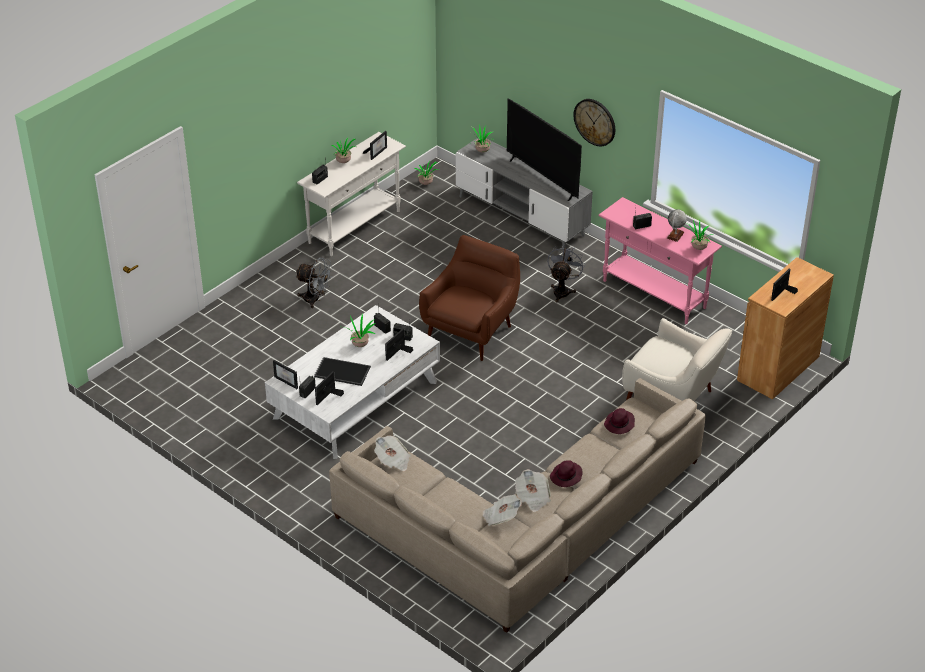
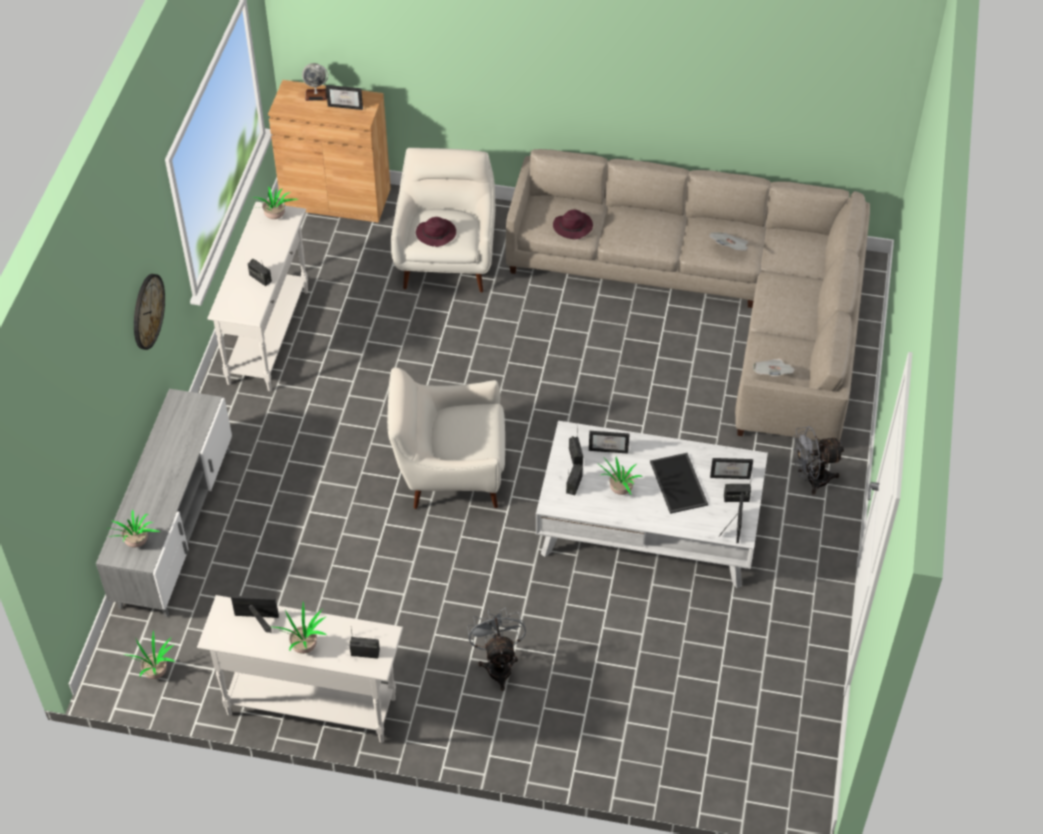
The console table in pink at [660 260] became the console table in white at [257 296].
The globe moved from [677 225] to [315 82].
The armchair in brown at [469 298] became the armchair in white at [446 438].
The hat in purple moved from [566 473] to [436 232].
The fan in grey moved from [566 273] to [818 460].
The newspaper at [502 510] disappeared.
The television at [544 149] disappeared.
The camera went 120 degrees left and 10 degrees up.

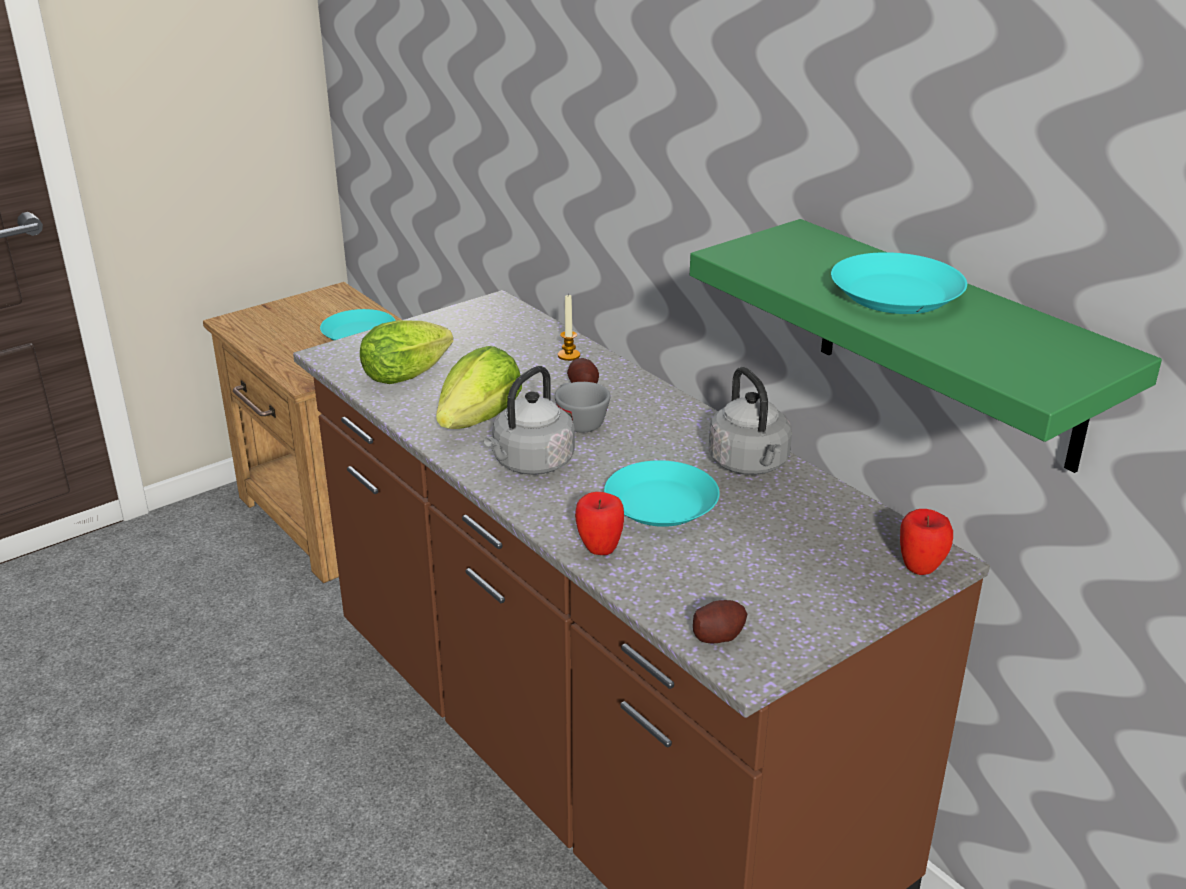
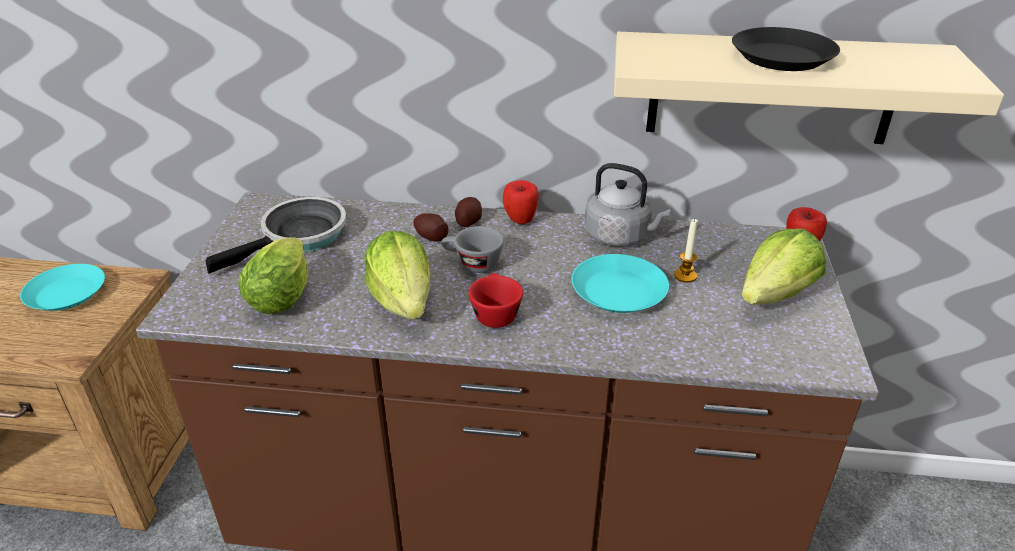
The frying pan at [276 235] appeared.
The potato moved from [720 621] to [468 212].
The kettle in grey at [529 420] was replaced by the cup in red at [495 300].
The apple moved from [599 523] to [521 202].
The shelf in green at [926 346] became the shelf in beige at [809 88].
The candle moved from [569 328] to [686 251].
The plate in turquoise at [899 283] became the plate in black at [786 49].
The lettuce at [783 267] appeared.
The camera went 45 degrees left and 5 degrees up.

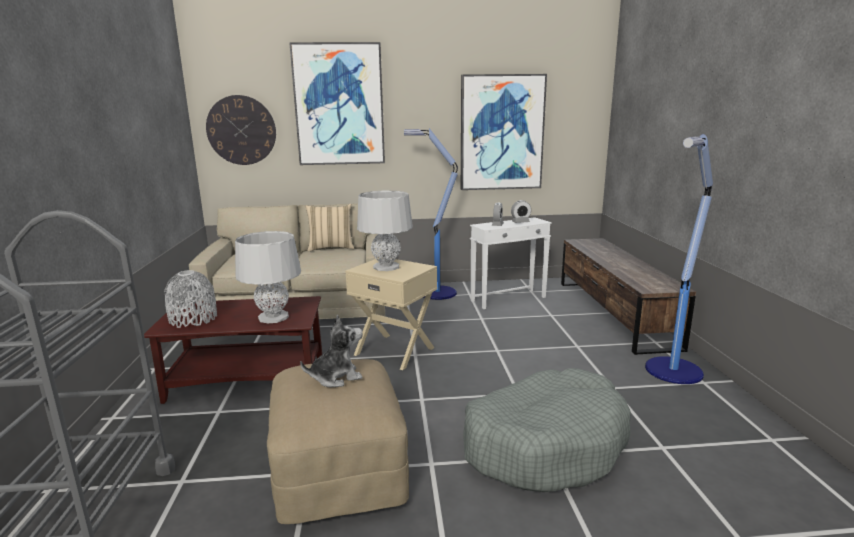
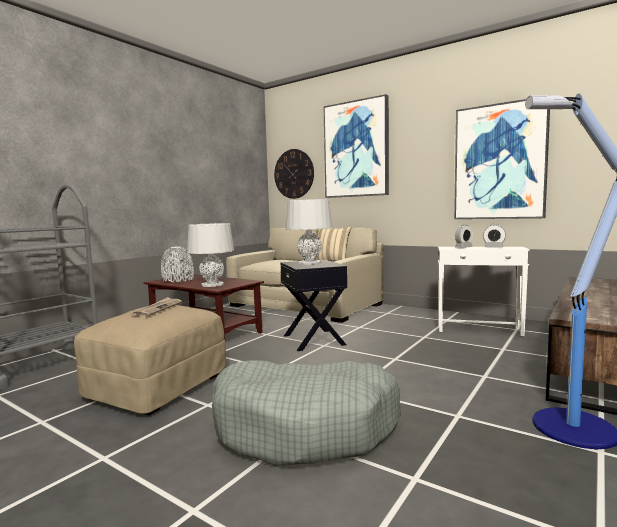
The plush toy at [331 351] was replaced by the newspaper at [157 307].
The side table in beige at [391 314] became the side table in black at [313 305].
The floor lamp at [431 214] disappeared.
The camera went 40 degrees right and 10 degrees down.

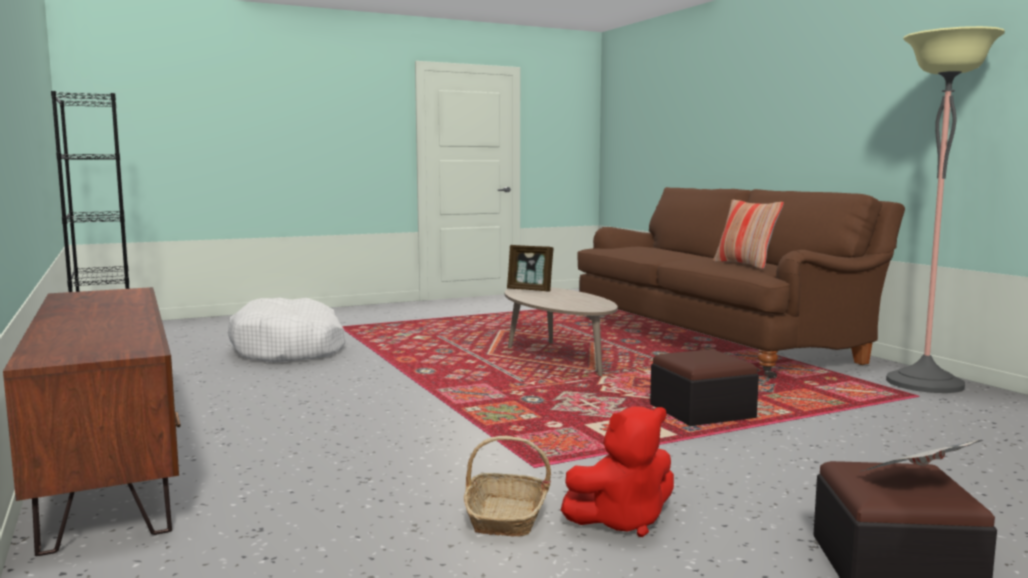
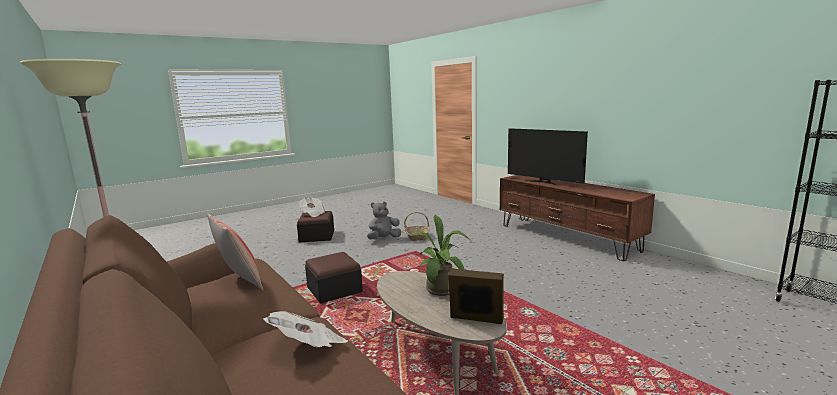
The newspaper at [305 329] appeared.
The plush toy in red at [617 471] became the plush toy in grey at [384 220].
The potted plant at [439 255] appeared.
The television at [548 156] appeared.
The dog bed in white at [287 330] disappeared.
The camera went 170 degrees right and 5 degrees up.

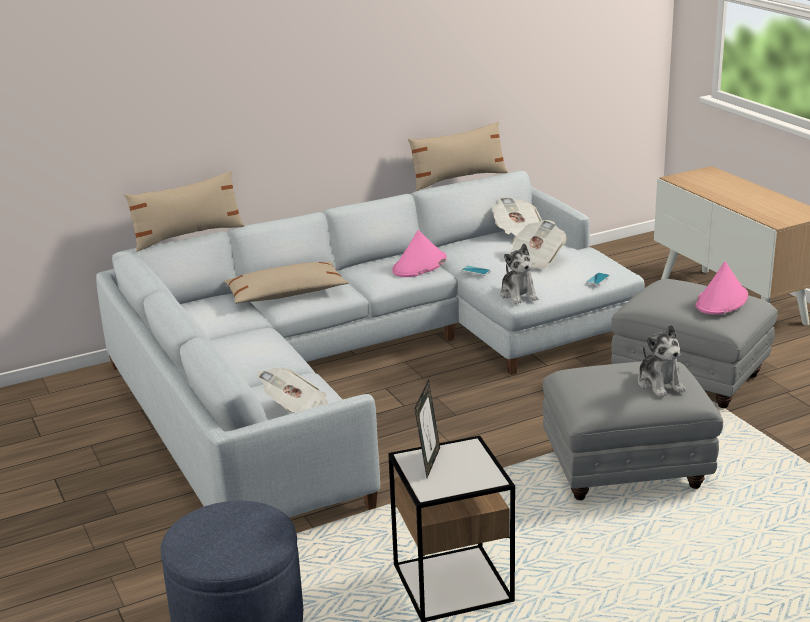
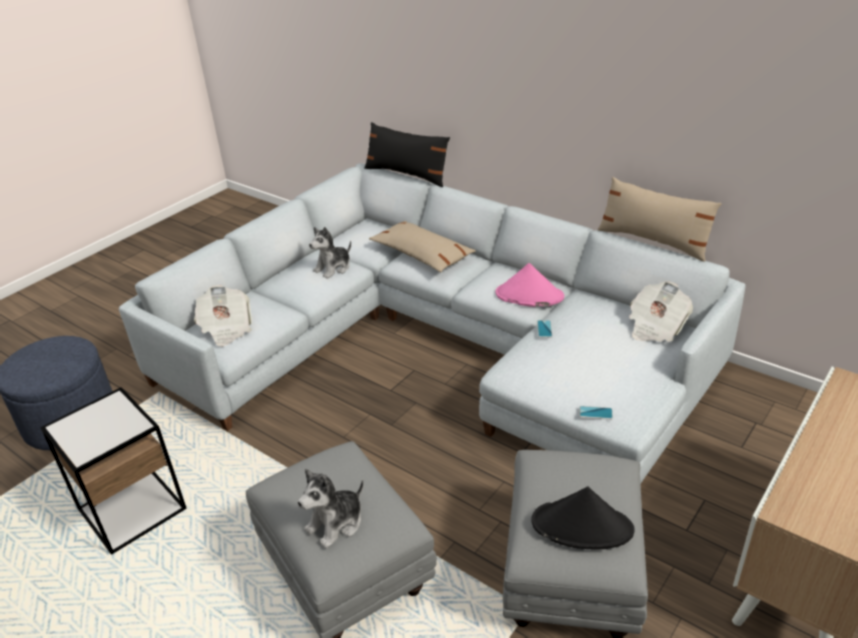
The plush toy moved from [519 274] to [330 253].
The pillow in beige at [184 211] became the pillow in black at [407 154].
The hat in pink at [721 288] became the hat in black at [582 518].
The picture frame at [427 428] disappeared.
The newspaper at [538 244] disappeared.
The camera went 65 degrees right and 10 degrees up.

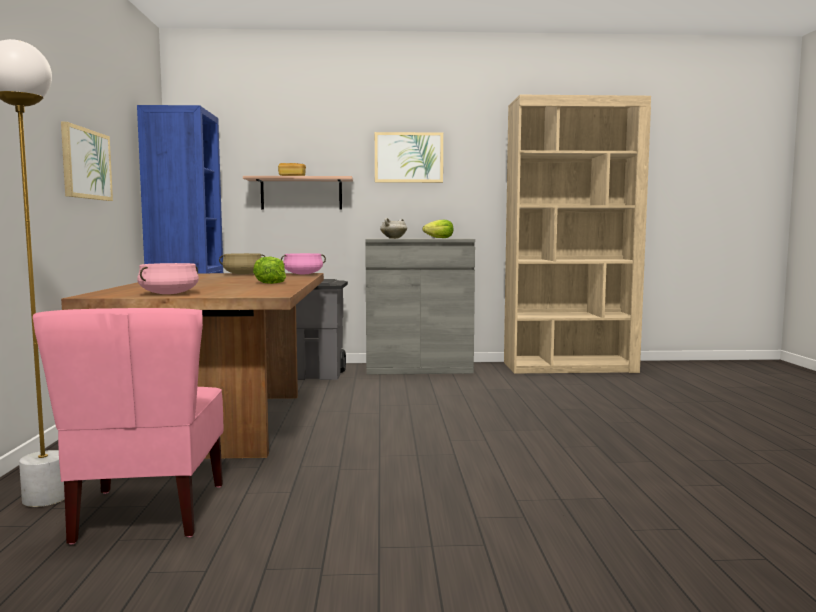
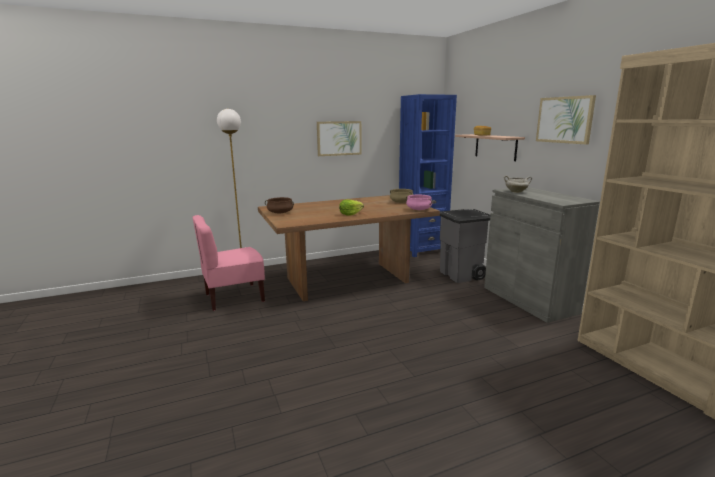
The cooking pot in pink at [168 278] became the cooking pot in brown at [279 205].
The lettuce at [438 229] disappeared.
The camera went 70 degrees right and 10 degrees up.

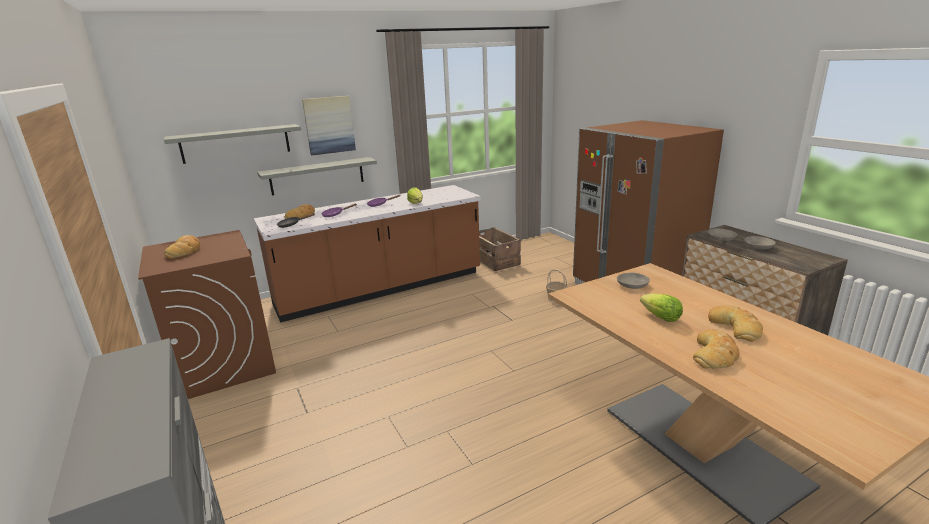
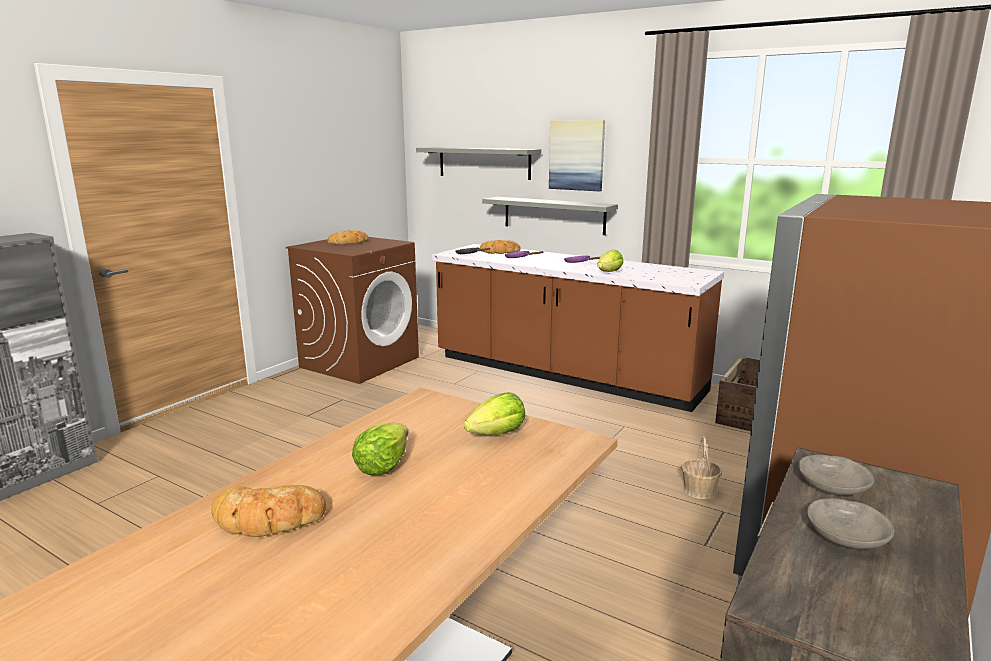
The bowl in grey at [633 280] was replaced by the lettuce at [494 413].
The bread at [735 323] disappeared.
The camera went 60 degrees right and 5 degrees down.

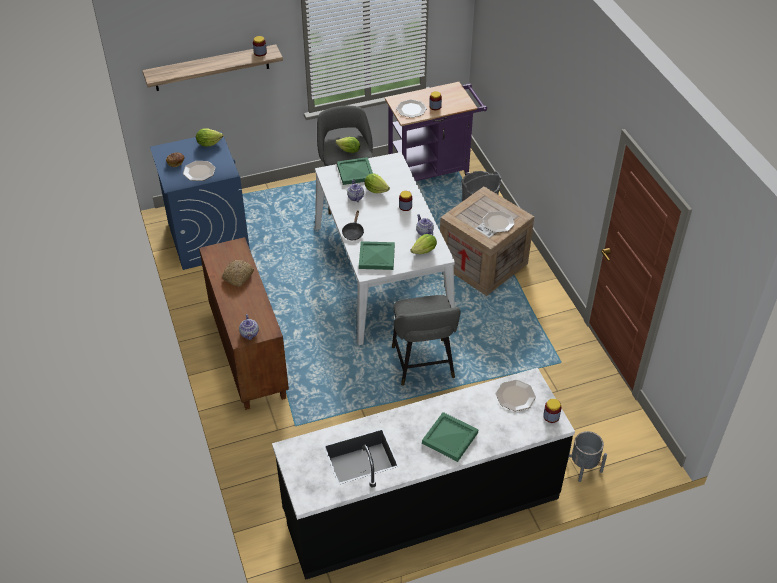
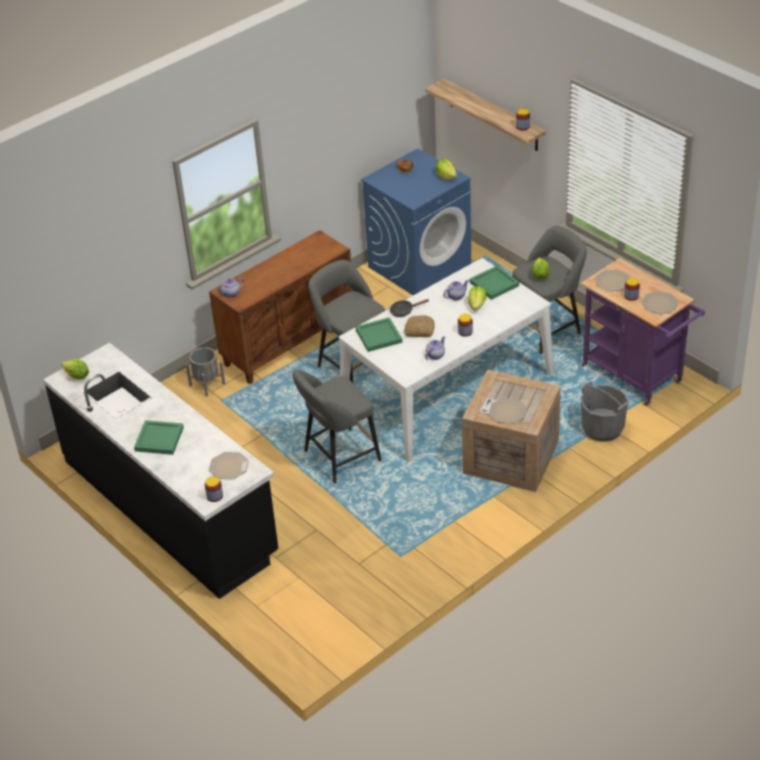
The lettuce moved from [423 244] to [75 369].
The planter in grey moved from [587 456] to [205 372].
The stool in grey at [346 321] appeared.
The bread moved from [238 273] to [419 326].
The plate moved from [199 171] to [660 302].
The camera went 70 degrees right and 5 degrees down.

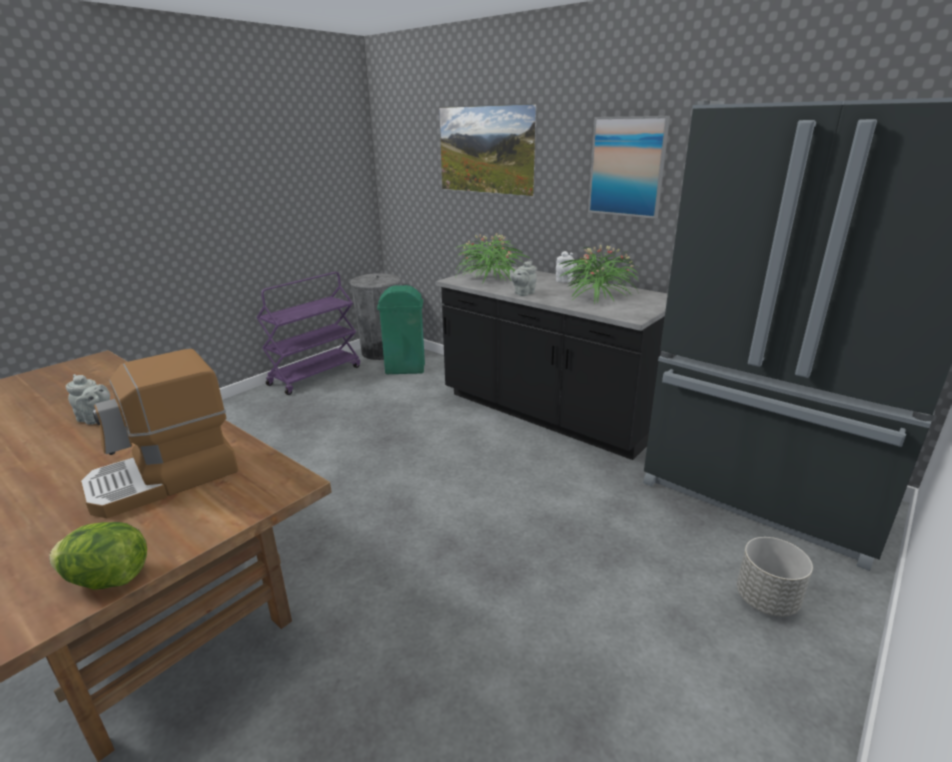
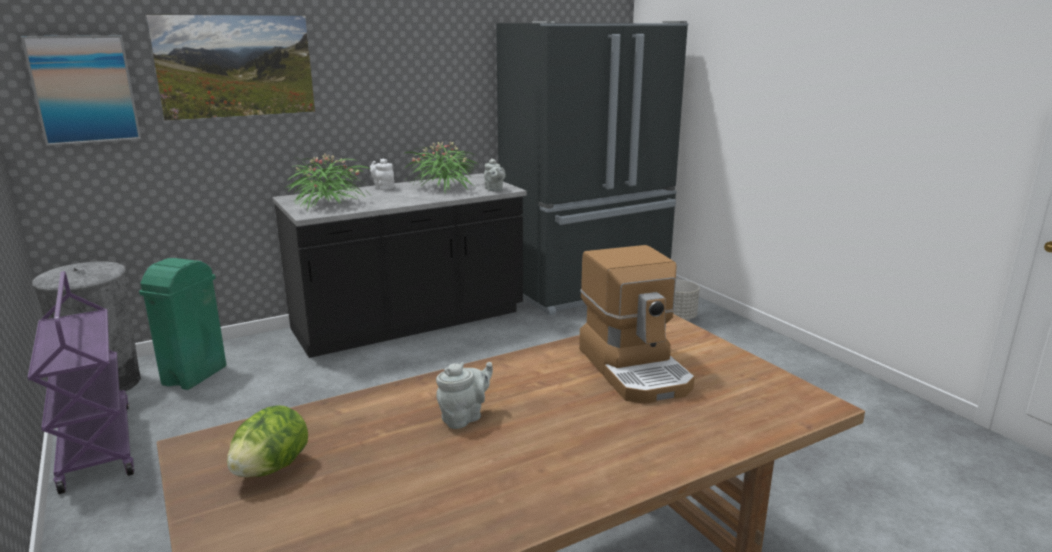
The picture moved from [629 167] to [81 90].
The lettuce moved from [98 556] to [267 441].
The teapot in grey moved from [523 278] to [495 175].
The camera went 70 degrees left and 5 degrees down.

